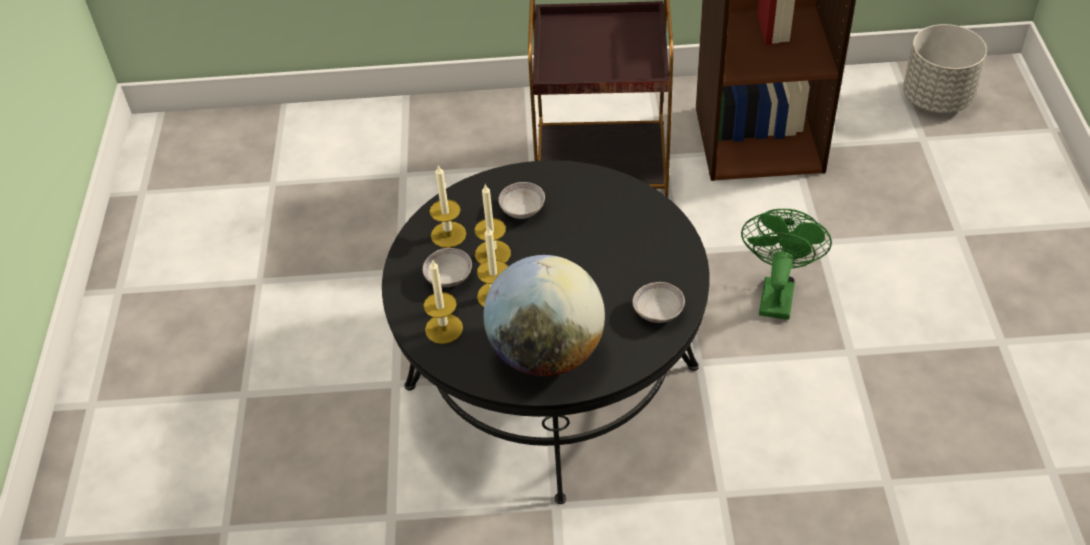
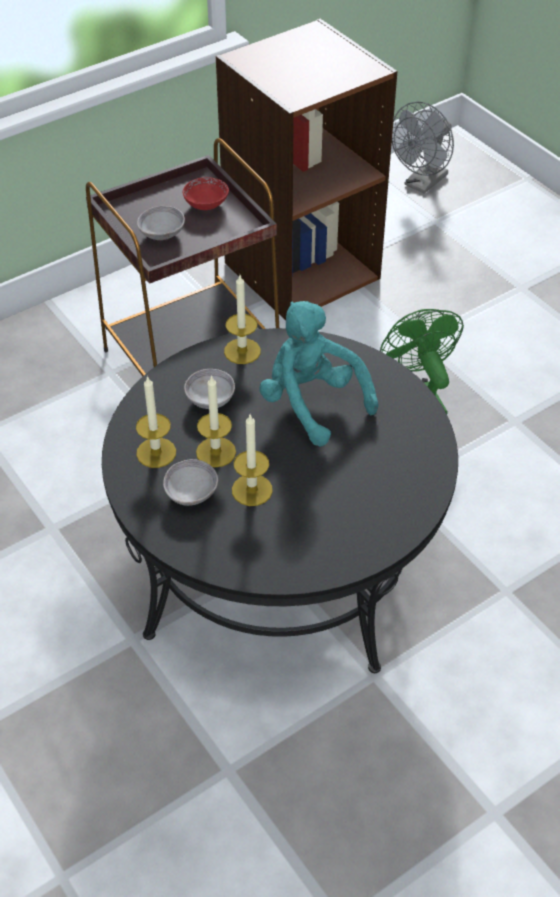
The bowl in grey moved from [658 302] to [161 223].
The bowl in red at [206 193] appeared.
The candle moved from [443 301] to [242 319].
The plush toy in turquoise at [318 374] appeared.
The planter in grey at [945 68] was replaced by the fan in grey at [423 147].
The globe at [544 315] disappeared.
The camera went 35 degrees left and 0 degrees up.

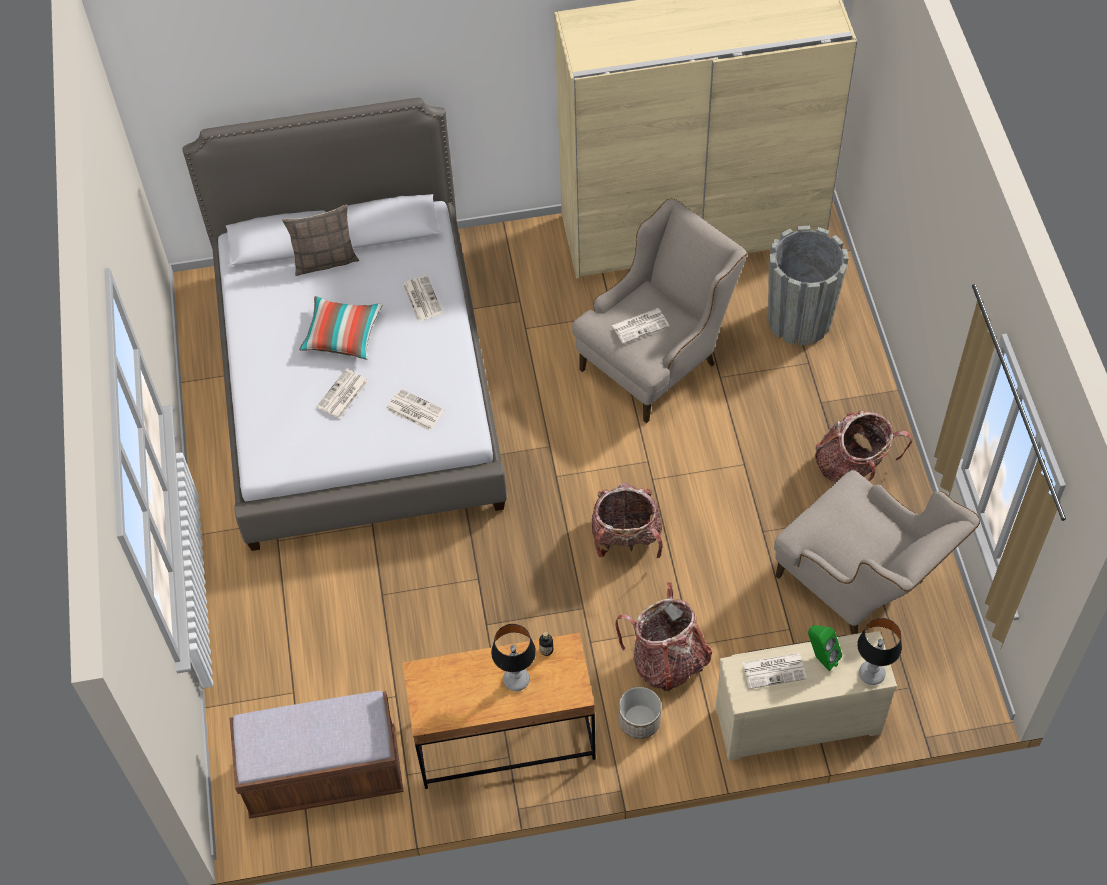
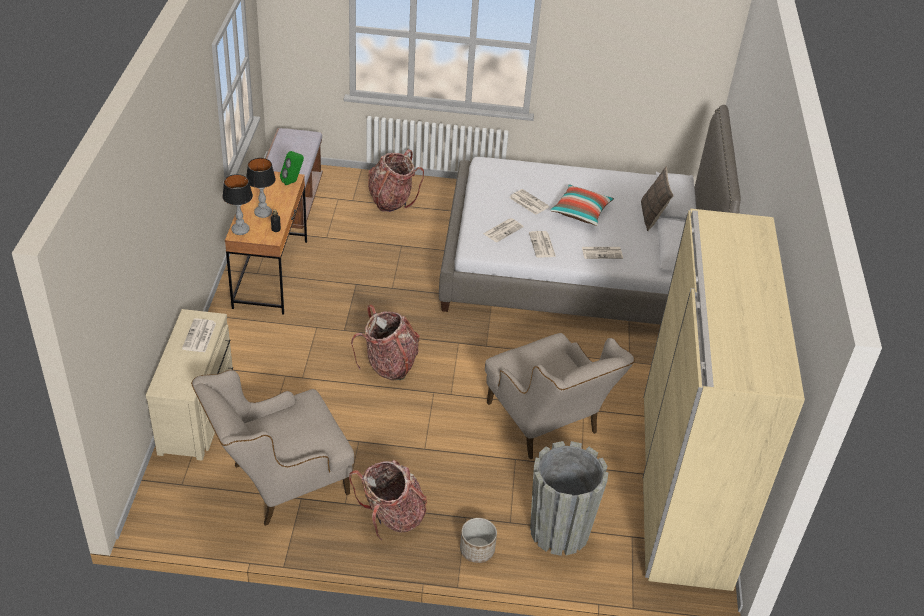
The table lamp moved from [879 651] to [237 204].
The speaker in green moved from [825 648] to [292 168].
The backpack moved from [663 636] to [396 180].
The planter moved from [640 713] to [478 540].
The newspaper moved from [640 326] to [542 244].
The camera went 100 degrees right and 15 degrees down.

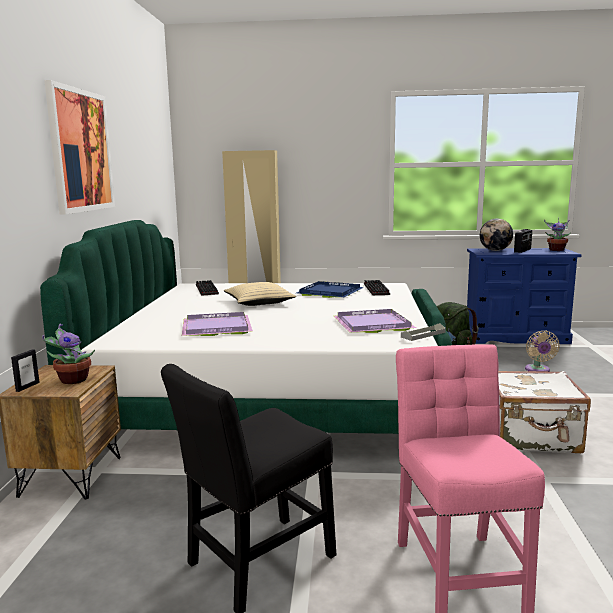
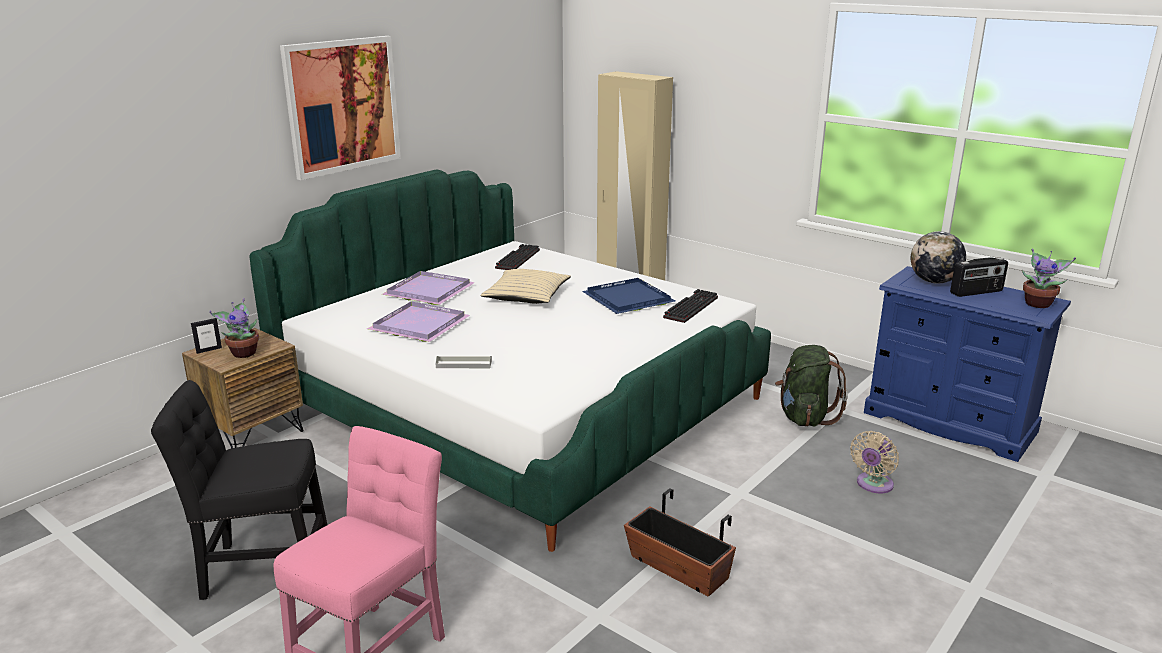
The tray in purple moved from [375 321] to [428 288].
The tray in grey moved from [423 332] to [464 362].
The suitcase in white at [544 412] was replaced by the planter at [680 542].
The camera went 35 degrees right and 10 degrees up.

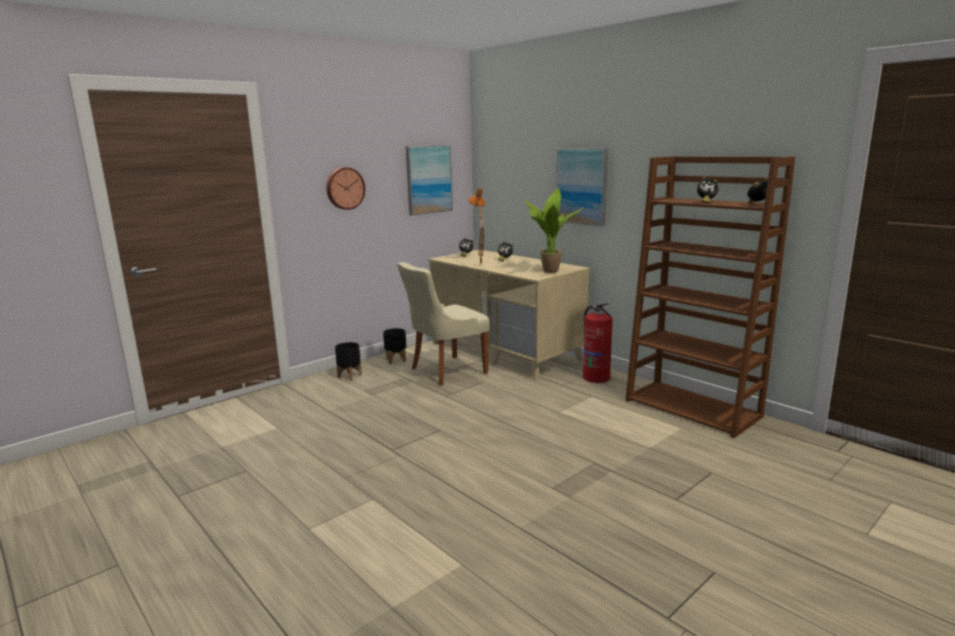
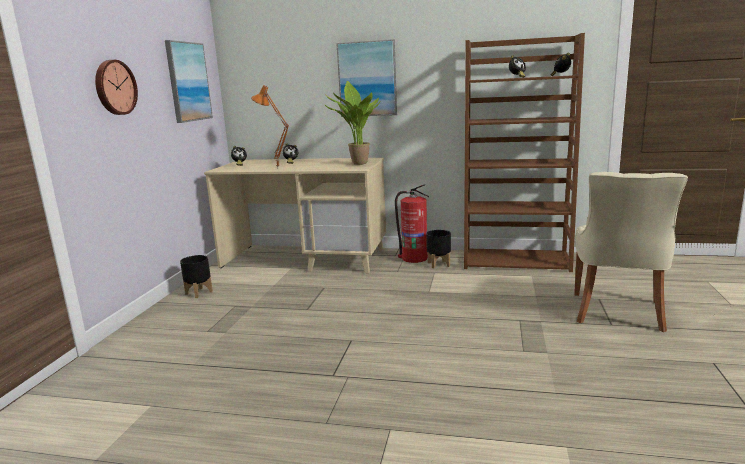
The planter in black moved from [348 361] to [438 249].
The chair in beige moved from [443 324] to [631 252].
The camera went 35 degrees left and 0 degrees up.

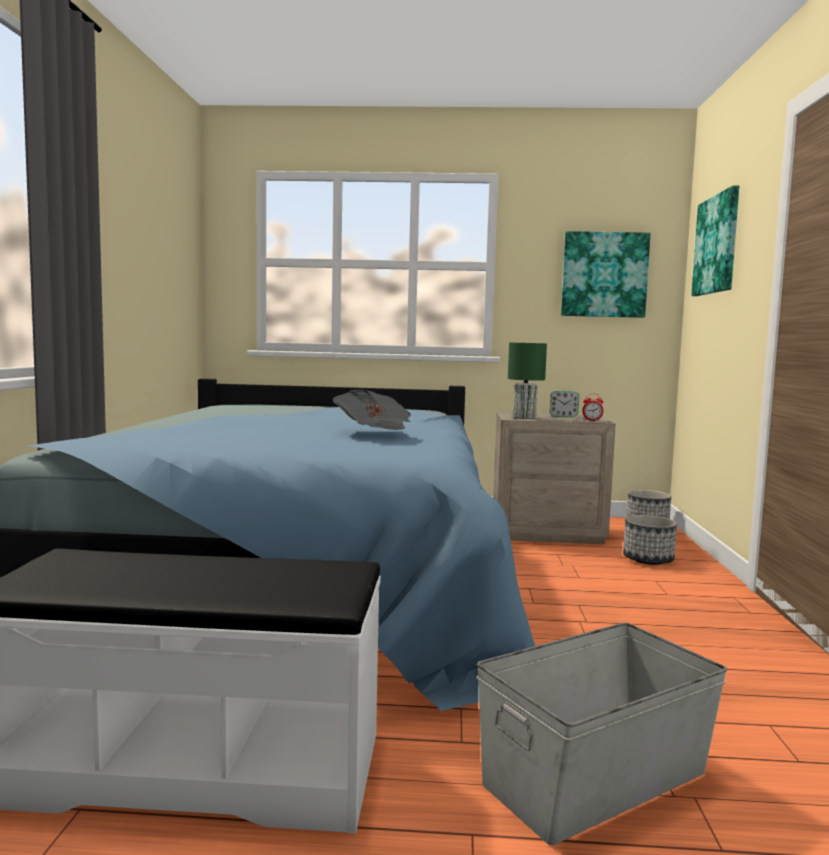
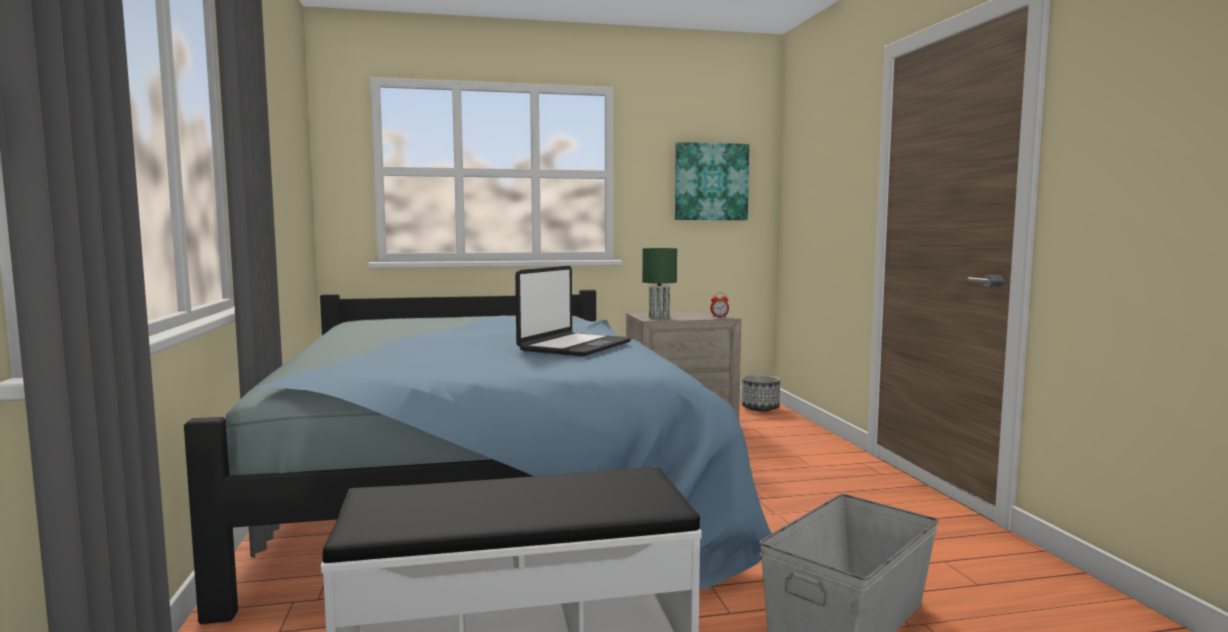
The newspaper at [371 410] was replaced by the laptop at [573 311].
The alarm clock at [564 403] disappeared.
The planter at [650 540] disappeared.
The picture at [715 240] disappeared.
The camera went 15 degrees left and 0 degrees up.

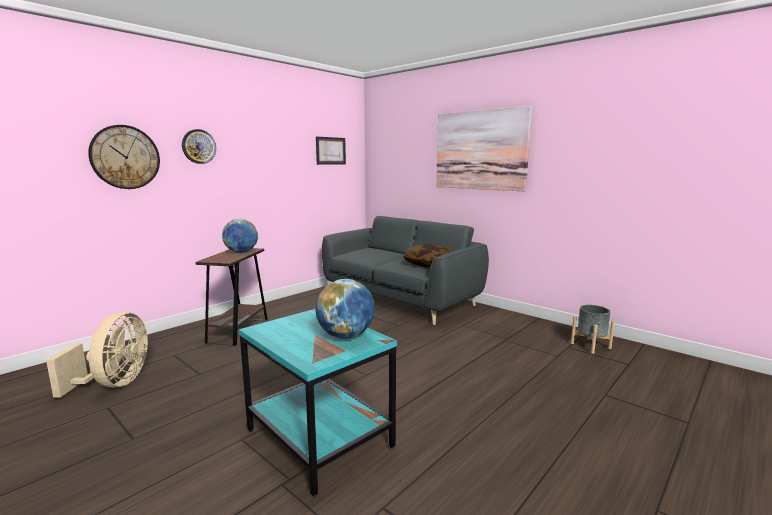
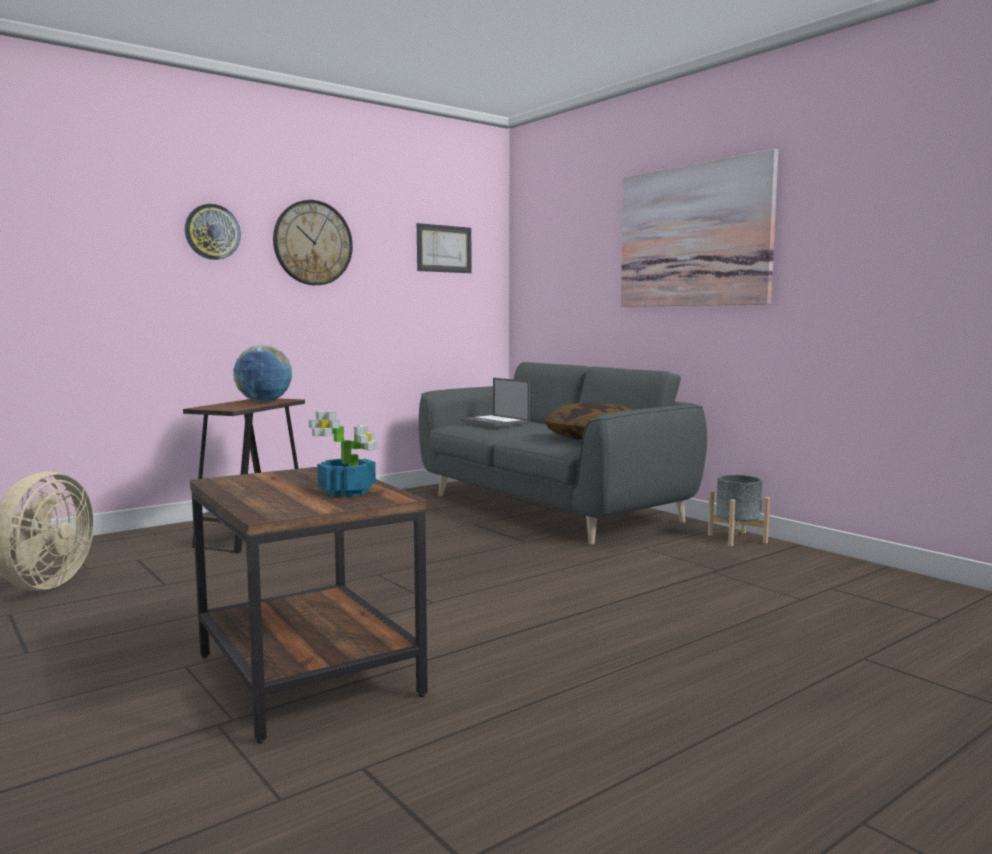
The side table in turquoise at [318 402] became the side table in brown at [309 605].
The wall clock moved from [124 157] to [313 242].
The globe at [345 309] was replaced by the potted plant at [343 454].
The laptop at [495 402] appeared.
The planter in grey moved from [593 329] to [739 510].
The camera went 10 degrees right and 5 degrees down.

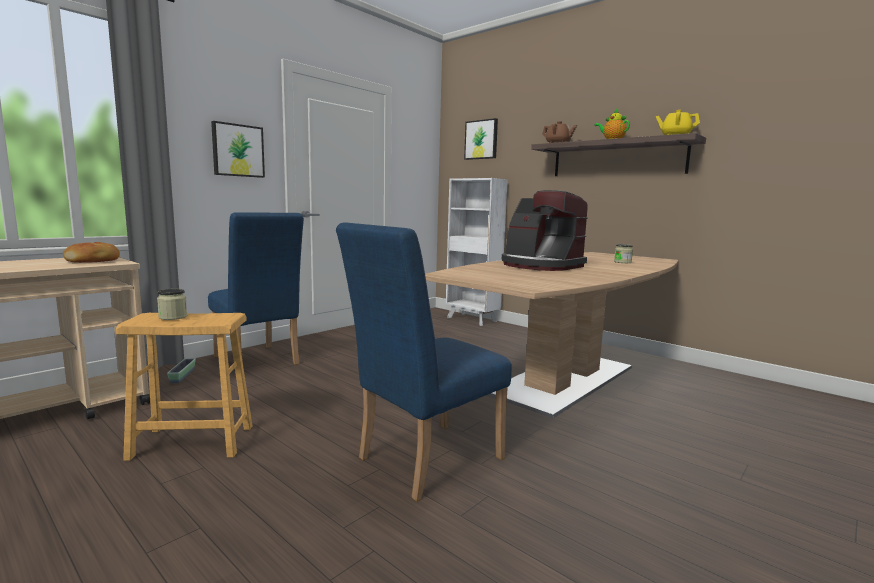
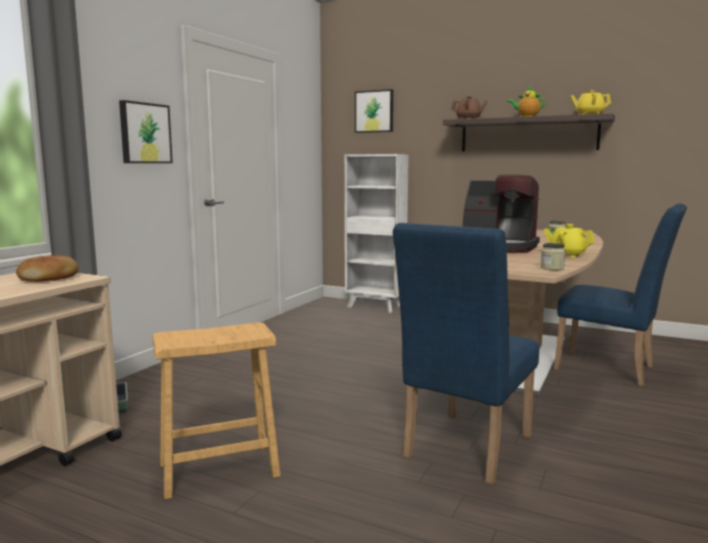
The jar moved from [172 304] to [552 256].
The teapot in yellow at [569 240] appeared.
The chair in blue moved from [256 288] to [620 295].
The camera went 15 degrees left and 0 degrees up.

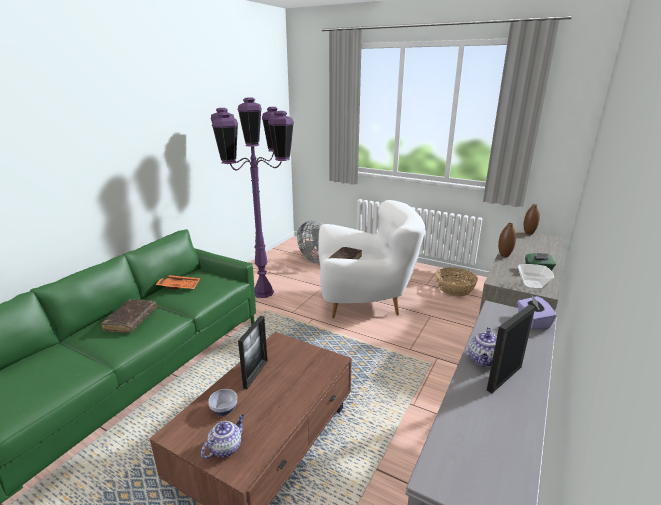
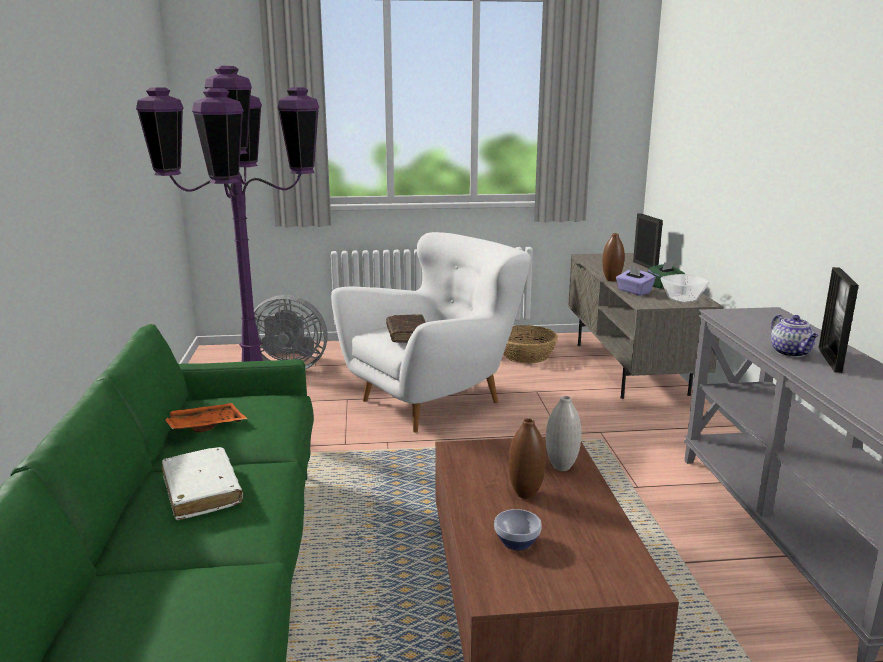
The book in brown at [129 316] became the book in white at [202 483].
The vase in brown moved from [532 219] to [527 458].
The vase in white at [563 433] appeared.
The tissue box in purple moved from [536 311] to [635 280].
The picture frame moved from [253 352] to [648 240].
The teapot at [223 436] disappeared.
The camera went 35 degrees left and 5 degrees down.

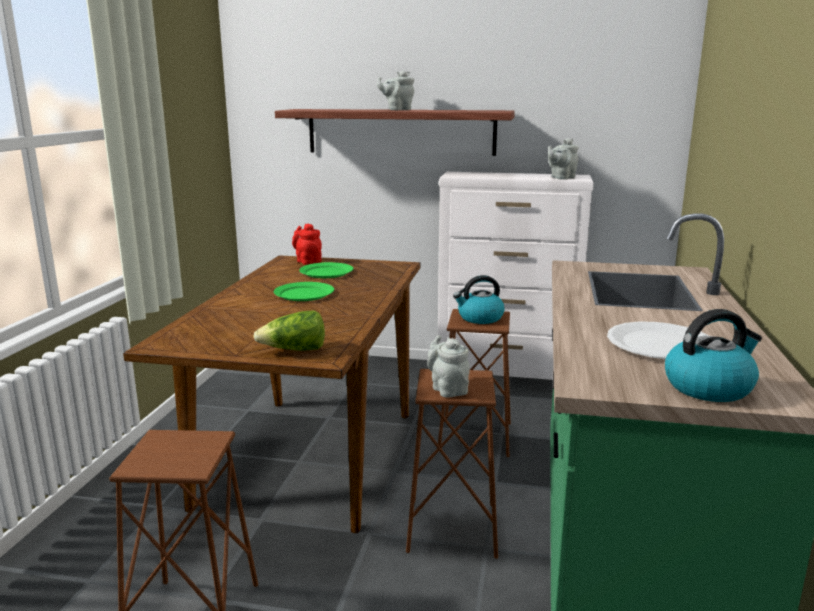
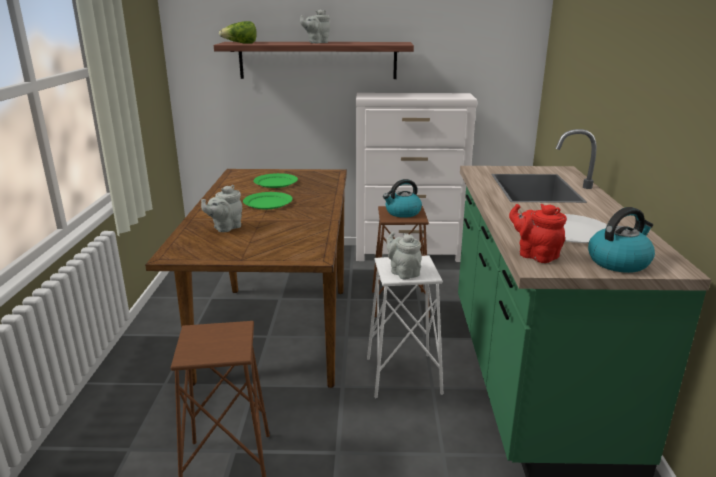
The teapot in grey moved from [563 159] to [221 208].
The lettuce moved from [289 330] to [238 32].
The stool in brown at [452 464] became the stool in white at [405 326].
The teapot in red moved from [307 244] to [538 233].
The camera went 10 degrees left and 5 degrees up.

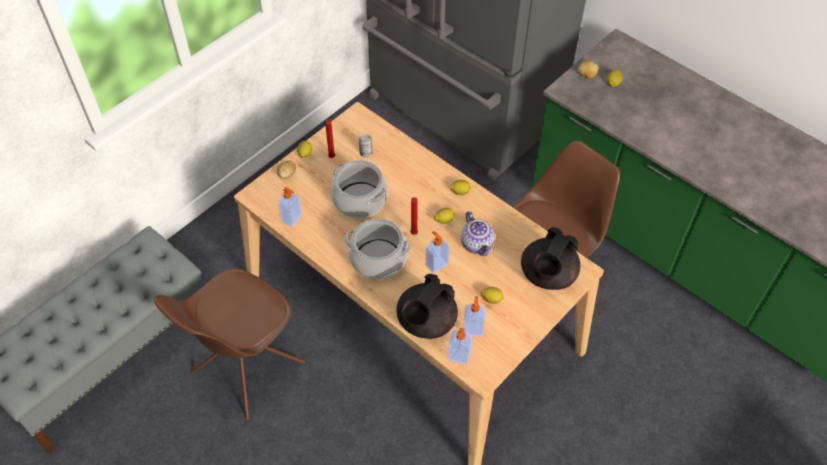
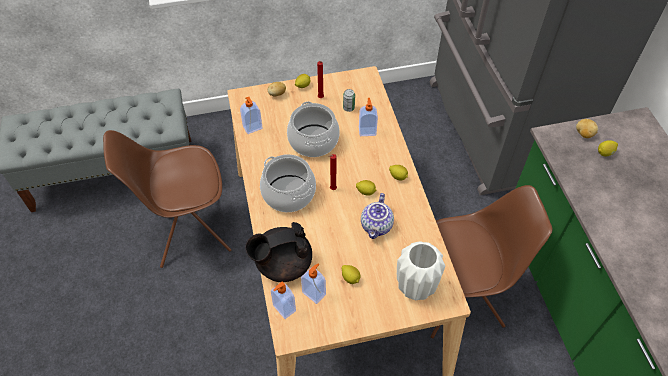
The soap dispenser moved from [437 252] to [368 117].
The teapot in black at [551 258] was replaced by the vase in white at [421 270].
The camera went 35 degrees right and 0 degrees up.

